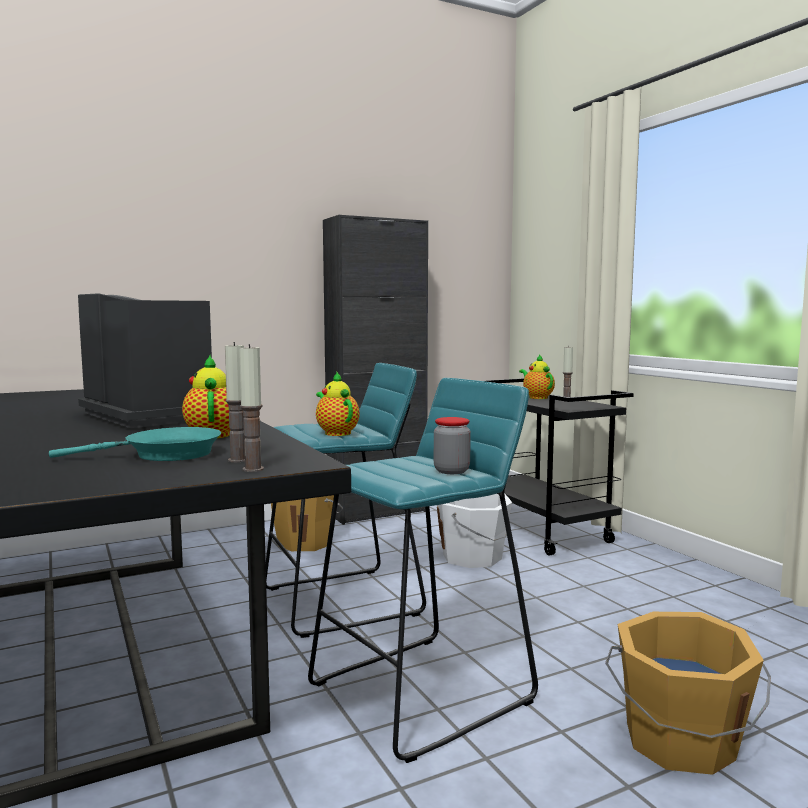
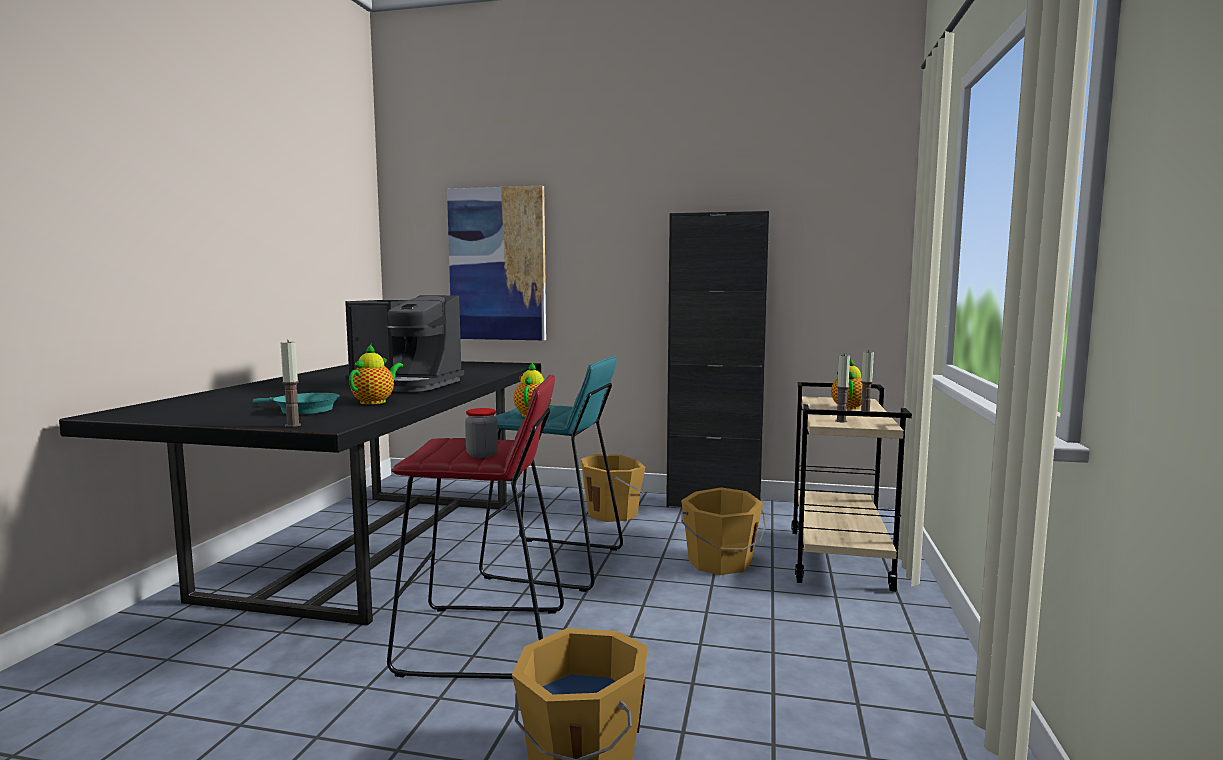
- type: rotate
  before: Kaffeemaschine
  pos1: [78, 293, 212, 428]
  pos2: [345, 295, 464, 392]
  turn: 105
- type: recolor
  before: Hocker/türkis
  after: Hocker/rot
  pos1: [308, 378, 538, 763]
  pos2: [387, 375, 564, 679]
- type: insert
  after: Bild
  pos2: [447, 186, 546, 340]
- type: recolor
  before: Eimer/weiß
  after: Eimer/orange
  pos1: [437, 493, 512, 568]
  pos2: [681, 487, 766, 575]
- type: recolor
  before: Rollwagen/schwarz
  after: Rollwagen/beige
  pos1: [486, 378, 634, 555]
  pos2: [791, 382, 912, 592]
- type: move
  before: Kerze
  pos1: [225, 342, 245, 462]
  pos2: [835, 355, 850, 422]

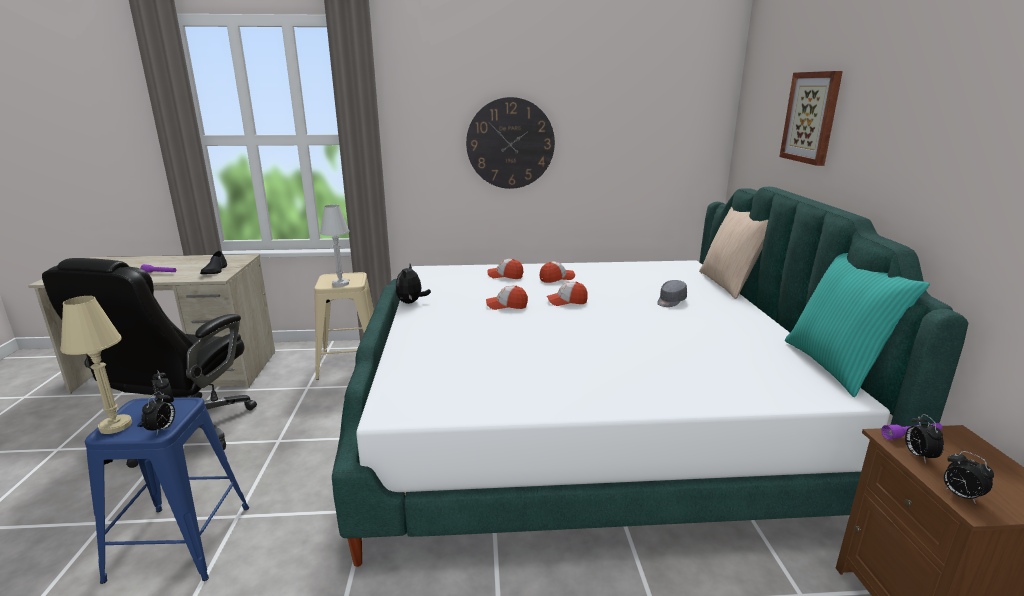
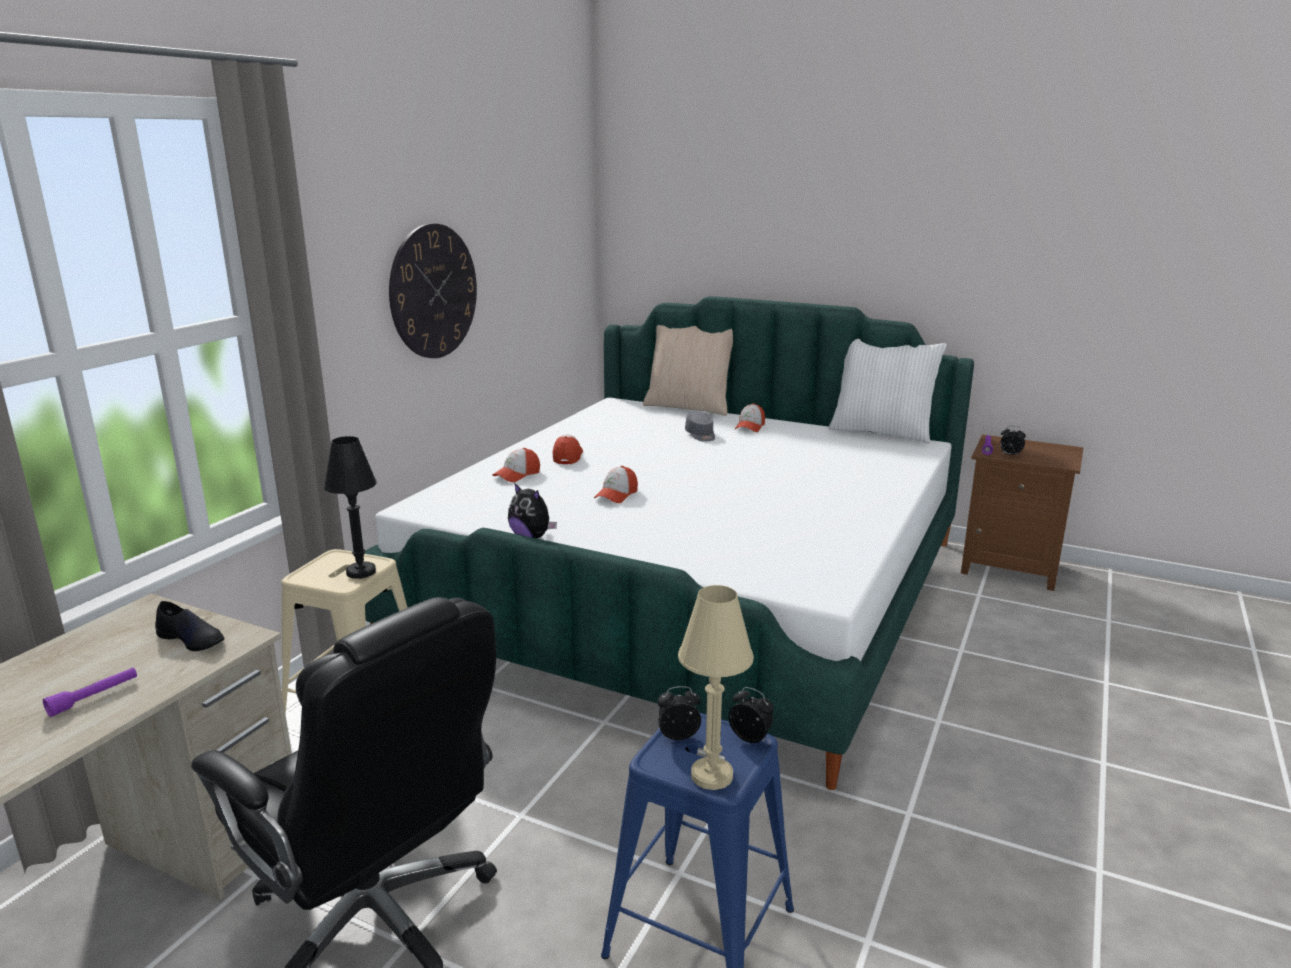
- type: recolor
  before: Tischlampe/weiß
  after: Tischlampe/schwarz
  pos1: [320, 205, 350, 287]
  pos2: [324, 436, 377, 579]
- type: move
  before: Kappe
  pos1: [547, 282, 588, 306]
  pos2: [735, 403, 765, 432]
- type: recolor
  before: Kissen/türkis
  after: Kissen/weiß
  pos1: [785, 253, 930, 397]
  pos2: [829, 339, 947, 444]
- type: delete
  before: Bild
  pos1: [779, 71, 843, 166]
- type: delete
  before: Wecker
  pos1: [944, 451, 994, 504]

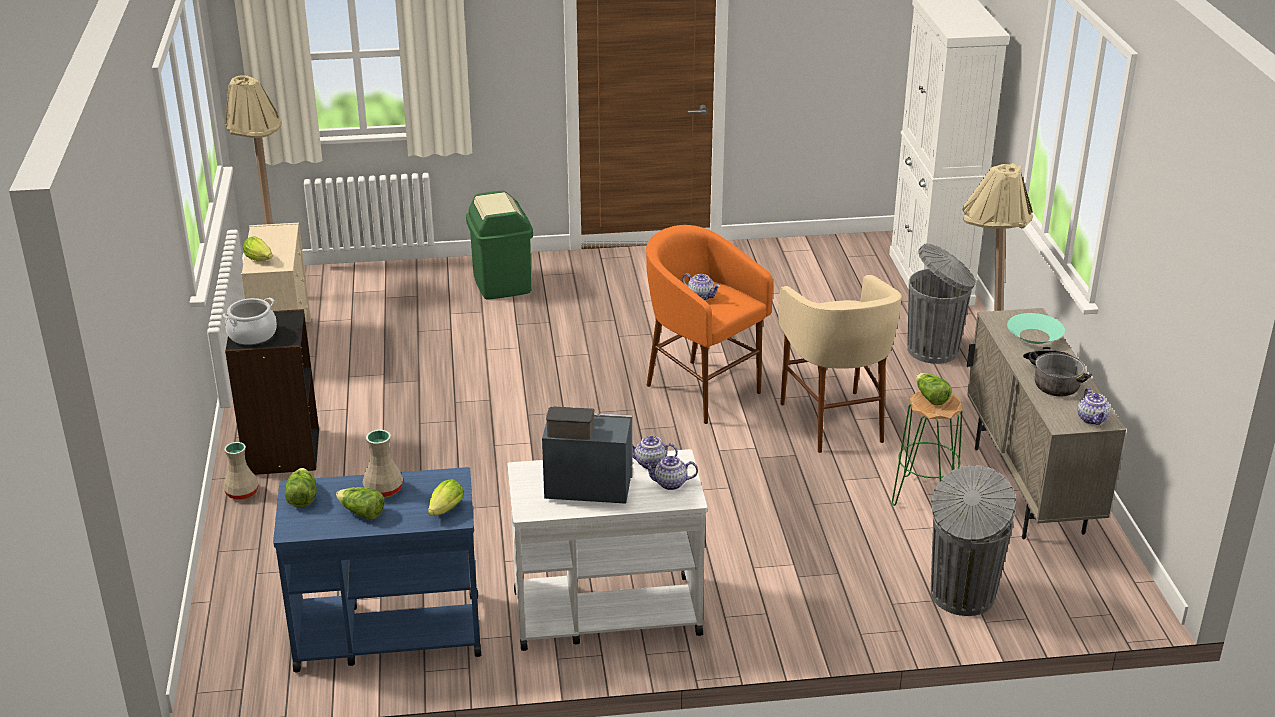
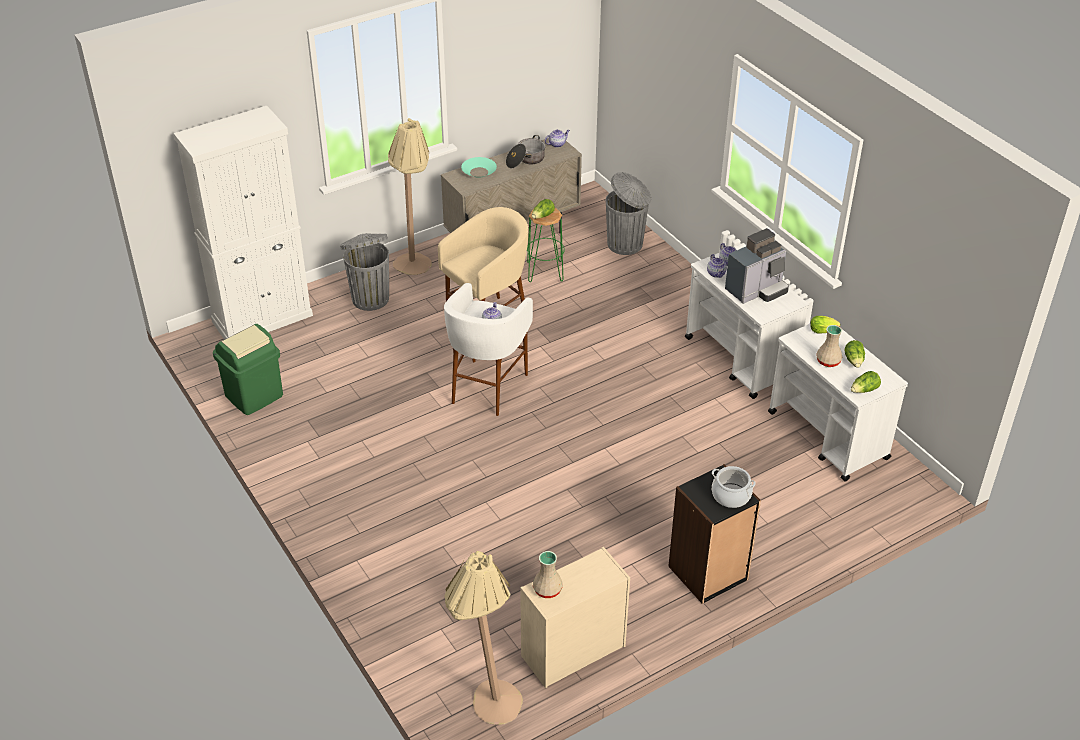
- type: move
  before: Mülleimer/grün
  pos1: [466, 191, 533, 300]
  pos2: [213, 324, 283, 415]
- type: recolor
  before: Hocker/orange
  after: Hocker/weiß
  pos1: [646, 225, 773, 424]
  pos2: [444, 283, 533, 416]
- type: move
  before: Vase/beige
  pos1: [223, 442, 259, 500]
  pos2: [533, 551, 563, 598]
- type: rotate
  before: Kaffeemaschine
  pos1: [542, 406, 633, 504]
  pos2: [725, 228, 789, 304]
  turn: -105
- type: recolor
  before: Rollwagen/blau
  after: Rollwagen/weiß
  pos1: [273, 467, 481, 672]
  pos2: [768, 324, 908, 482]
- type: delete
  before: Salatkopf
  pos1: [243, 236, 273, 262]

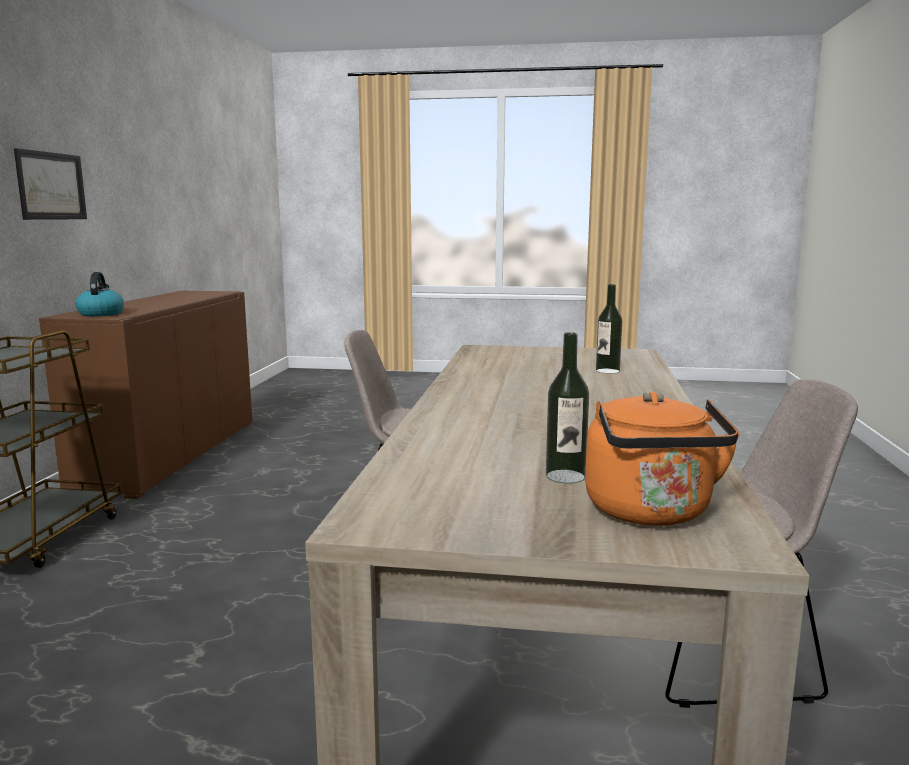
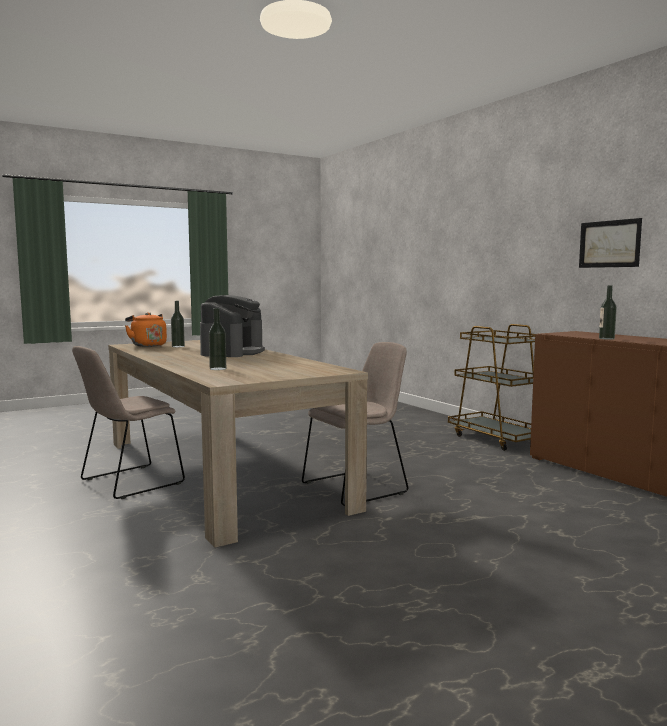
- type: insert
  after: Kaffeemaschine
  pos2: [200, 295, 265, 357]
- type: insert
  after: Flasche
  pos2: [599, 286, 617, 340]
- type: delete
  before: Wasserkessel
  pos1: [75, 272, 124, 316]

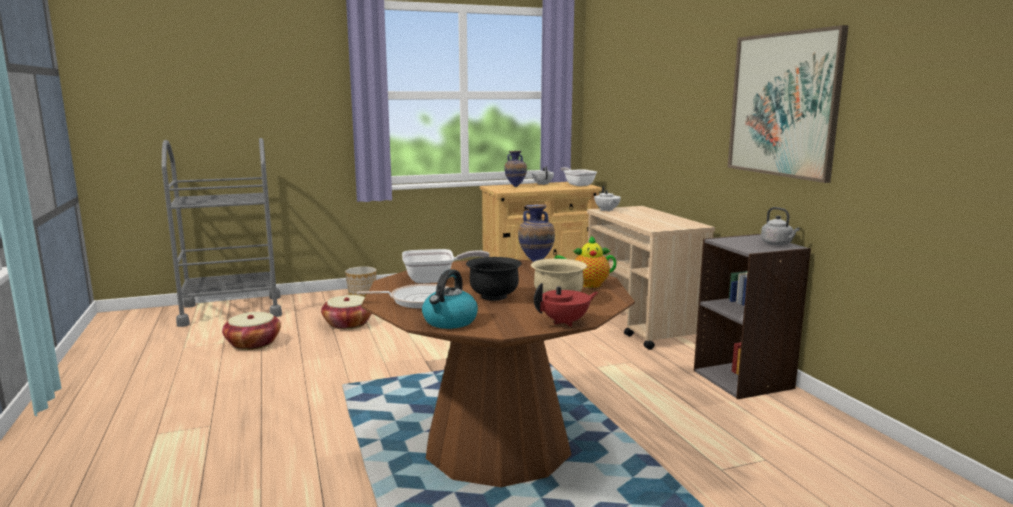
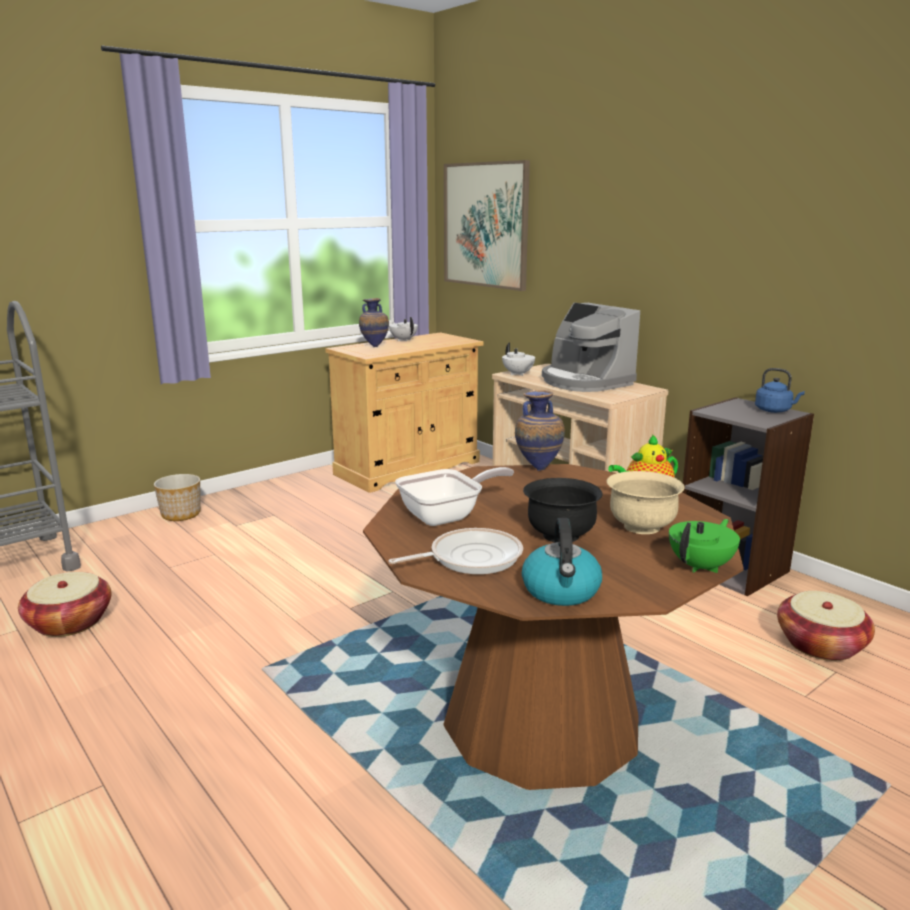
- type: move
  before: Bild
  pos1: [727, 25, 849, 183]
  pos2: [444, 160, 530, 291]
- type: insert
  after: Kaffeemaschine
  pos2: [542, 303, 640, 392]
- type: recolor
  before: Teekanne/rot
  after: Teekanne/grün
  pos1: [534, 283, 598, 327]
  pos2: [669, 519, 740, 573]
- type: recolor
  before: Wasserkessel/grau
  after: Wasserkessel/blau
  pos1: [761, 207, 800, 245]
  pos2: [755, 368, 805, 413]
- type: move
  before: Korb
  pos1: [321, 295, 372, 329]
  pos2: [777, 591, 875, 661]
- type: delete
  before: Pfanne
  pos1: [561, 167, 597, 186]

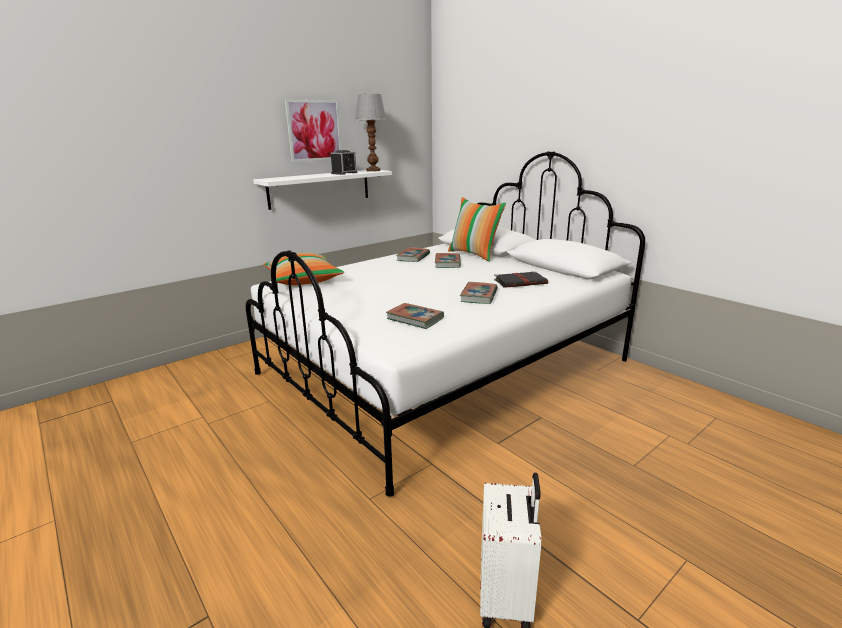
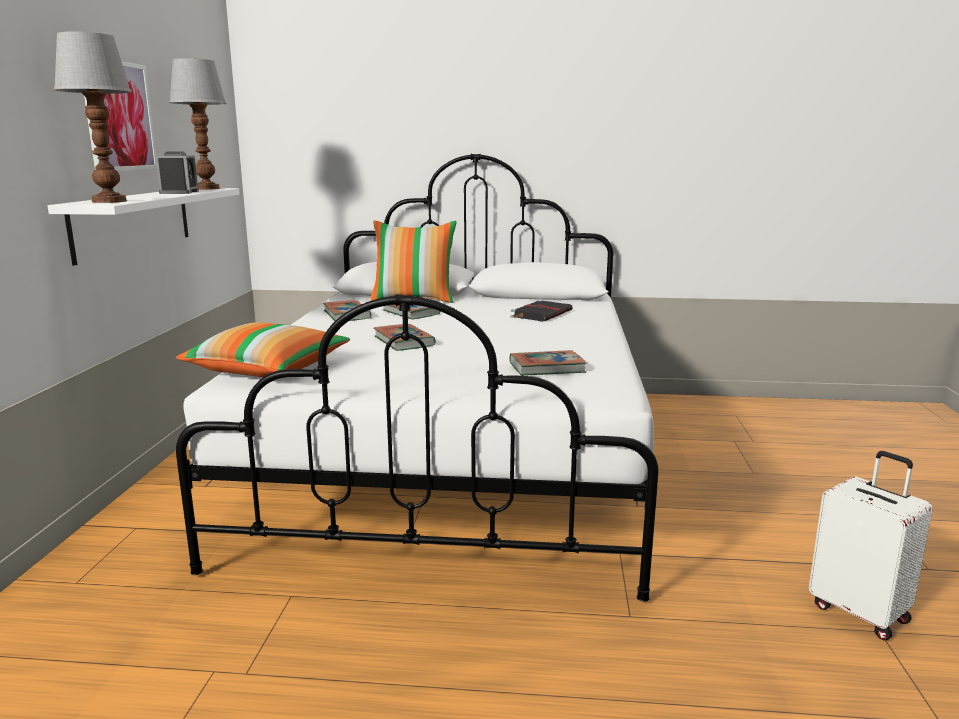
- type: insert
  after: Tischlampe
  pos2: [54, 31, 132, 203]
- type: move
  before: Buch
  pos1: [460, 282, 498, 304]
  pos2: [373, 324, 436, 351]

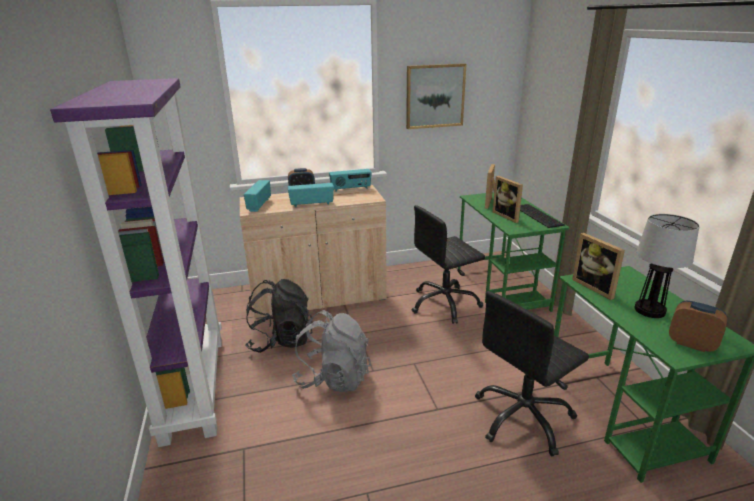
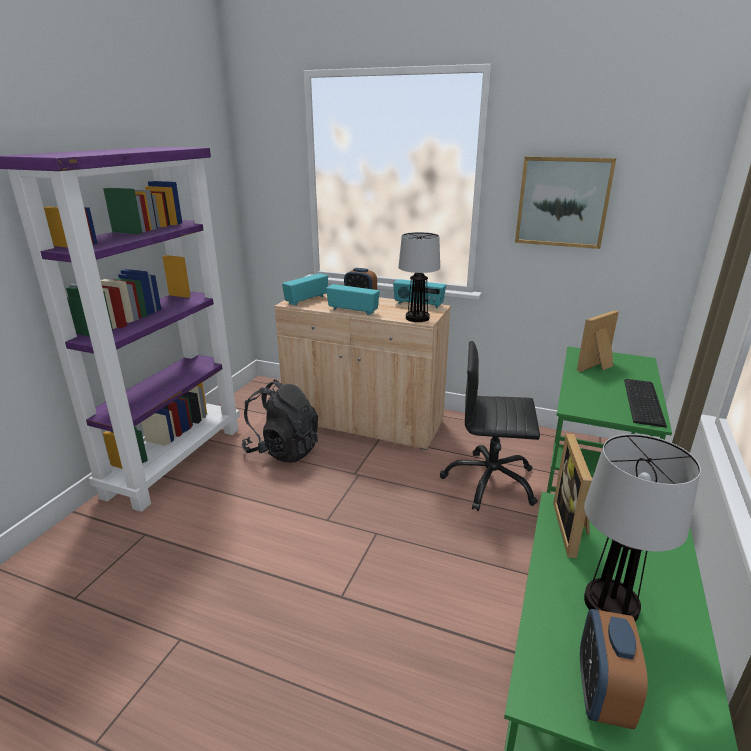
- type: insert
  after: Tischlampe
  pos2: [398, 232, 440, 322]
- type: rotate
  before: Wecker
  pos1: [669, 300, 728, 352]
  pos2: [580, 609, 648, 729]
  turn: -150
- type: delete
  before: Rucksack/grau
  pos1: [292, 310, 371, 392]
- type: delete
  before: Bürostuhl/schwarz
  pos1: [475, 291, 589, 457]
- type: delete
  before: Bilderrahmen
  pos1: [493, 176, 523, 223]

